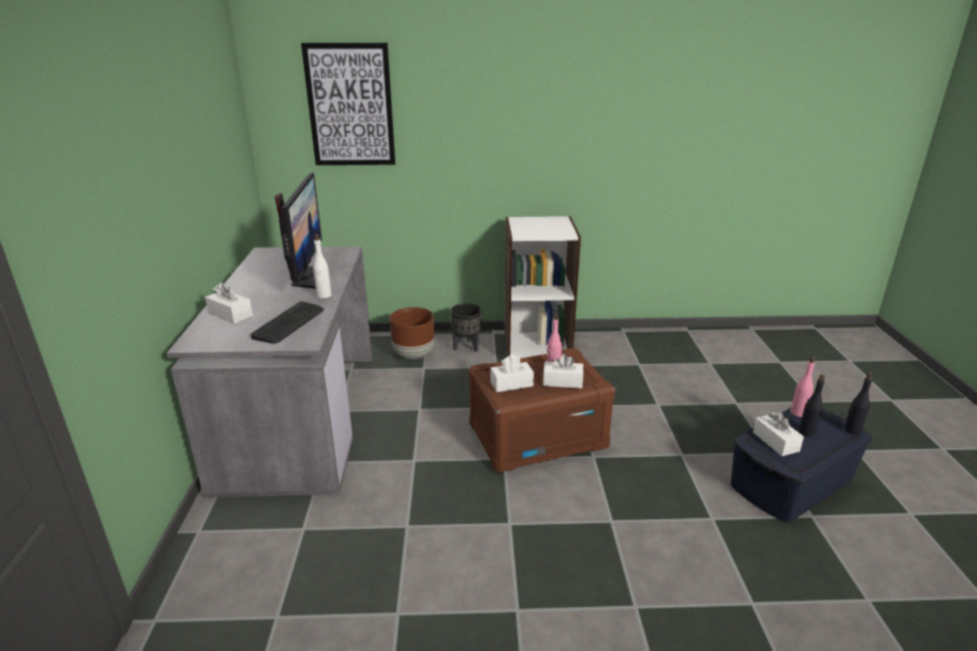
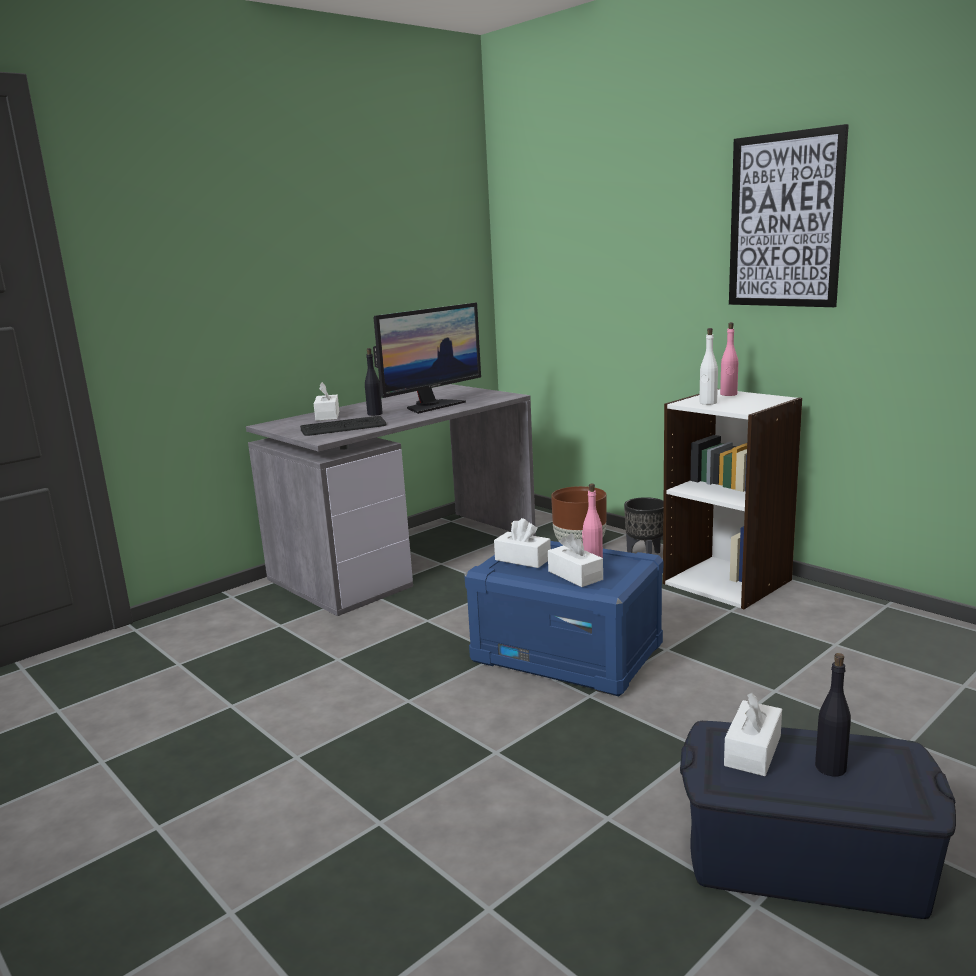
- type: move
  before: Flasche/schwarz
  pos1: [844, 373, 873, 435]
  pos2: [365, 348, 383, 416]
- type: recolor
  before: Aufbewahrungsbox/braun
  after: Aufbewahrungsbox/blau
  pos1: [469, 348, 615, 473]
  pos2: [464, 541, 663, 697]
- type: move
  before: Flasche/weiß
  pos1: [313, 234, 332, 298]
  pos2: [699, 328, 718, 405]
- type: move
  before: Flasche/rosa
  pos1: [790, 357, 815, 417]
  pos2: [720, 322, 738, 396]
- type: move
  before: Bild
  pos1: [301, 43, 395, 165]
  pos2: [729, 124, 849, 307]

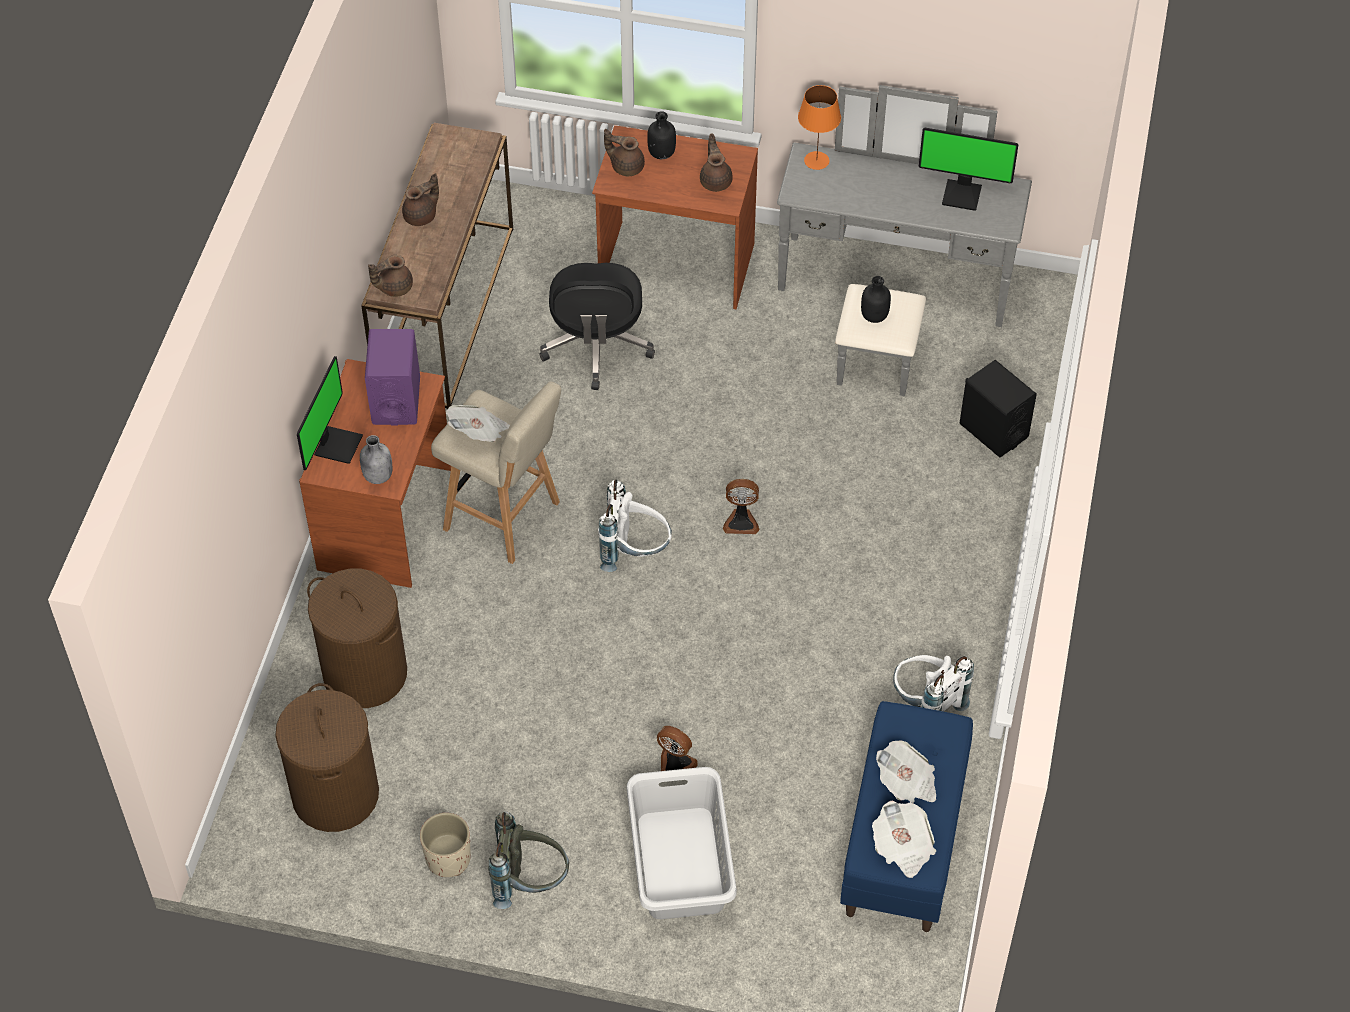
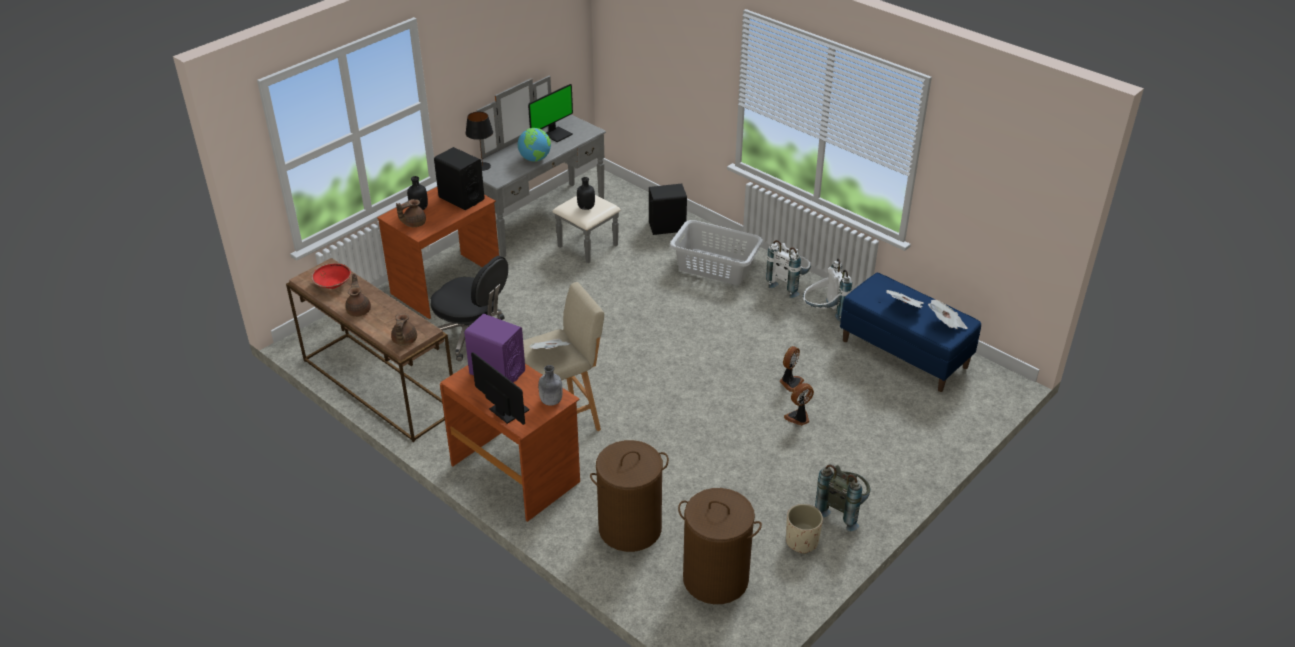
- type: insert
  after: Schüssel/rot
  pos2: [311, 263, 351, 289]
- type: replace
  before: Teekanne/braun
  after: Lautsprecher/schwarz
  pos1: [700, 133, 733, 192]
  pos2: [434, 147, 485, 210]
- type: recolor
  before: Tischlampe/orange
  after: Tischlampe/schwarz
  pos1: [798, 85, 841, 170]
  pos2: [465, 112, 493, 171]
- type: insert
  after: Globus
  pos2: [518, 128, 551, 162]
- type: move
  before: Wäschekorb/grau
  pos1: [626, 767, 737, 919]
  pos2: [669, 220, 763, 285]
- type: move
  before: Rucksack/weiß
  pos1: [598, 479, 672, 572]
  pos2: [766, 240, 811, 298]
- type: move
  before: Ventilator
  pos1: [723, 479, 759, 534]
  pos2: [779, 346, 804, 392]

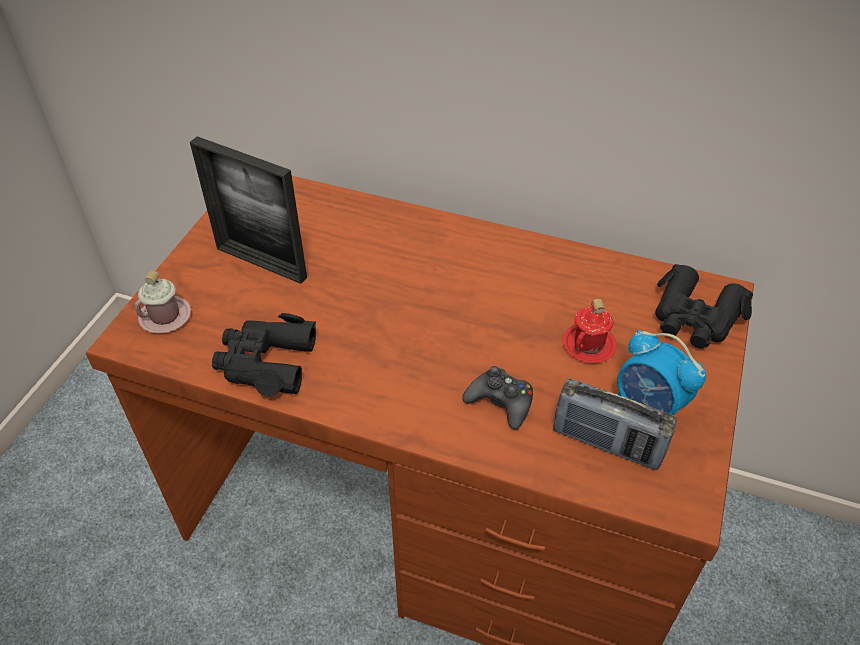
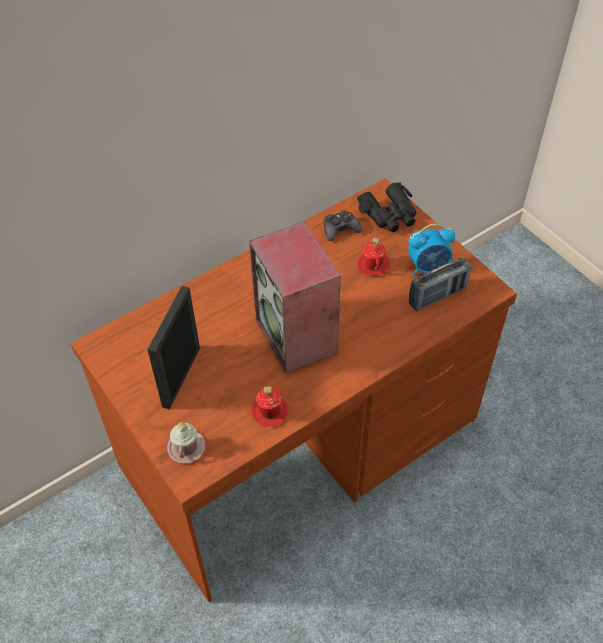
- type: rotate
  before: Bilderrahmen
  pos1: [190, 136, 307, 284]
  pos2: [147, 286, 200, 410]
  turn: 135
- type: insert
  after: Lautsprecher
  pos2: [249, 222, 341, 373]
- type: replace
  before: Fernglas/schwarz
  after: Henkelbecher/rot
  pos1: [212, 313, 316, 397]
  pos2: [251, 387, 289, 427]
- type: move
  before: Gamepad/schwarz
  pos1: [462, 366, 533, 430]
  pos2: [324, 211, 362, 241]

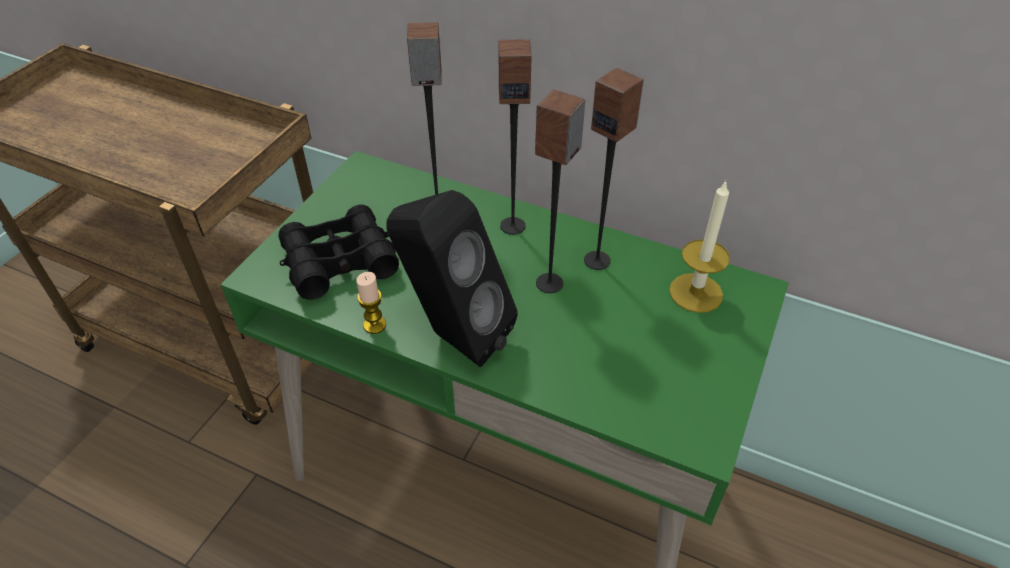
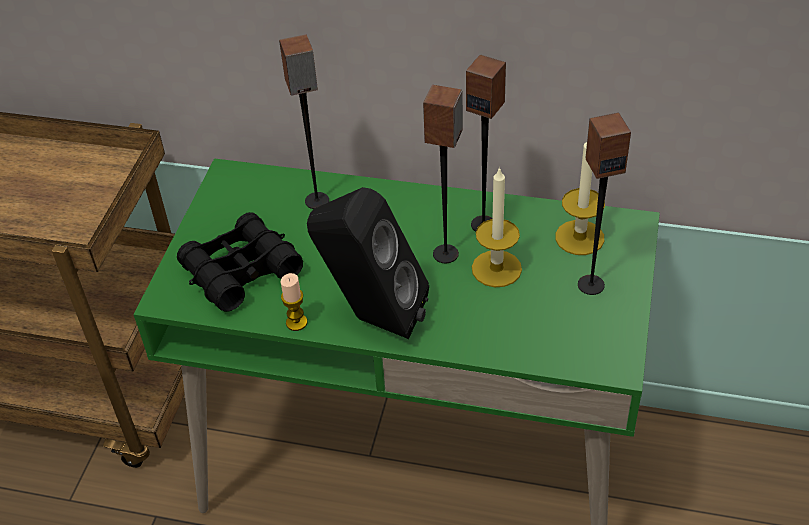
- type: insert
  after: Kerze
  pos2: [472, 166, 522, 287]
- type: move
  before: Lautsprecher
  pos1: [498, 39, 532, 235]
  pos2: [578, 112, 631, 295]

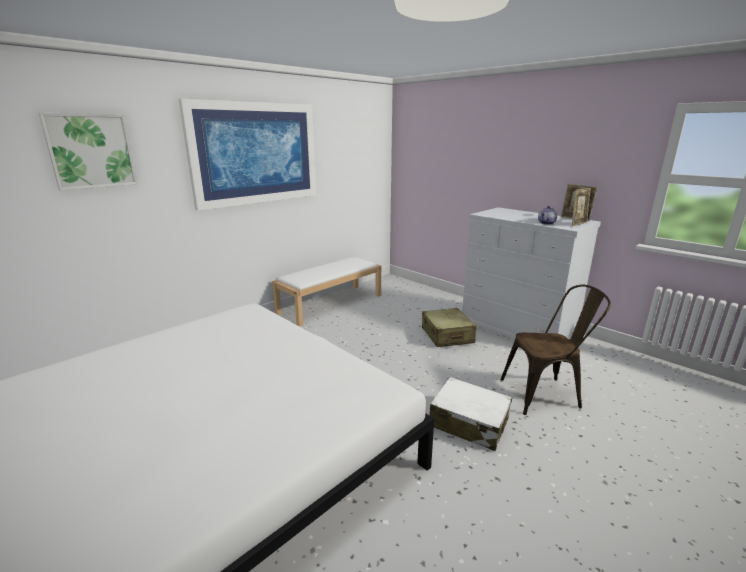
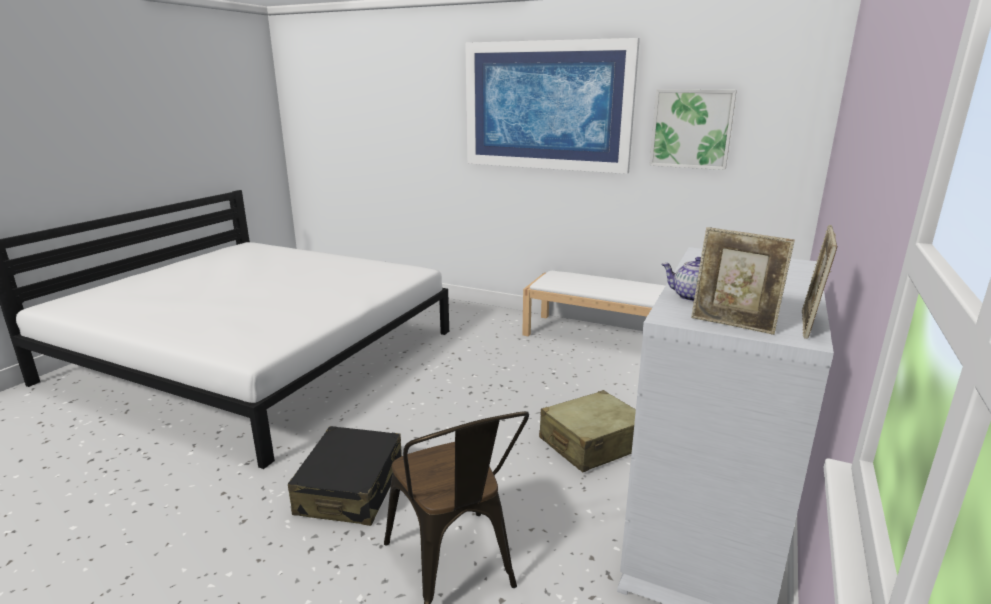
- type: recolor
  before: Koffer/weiß
  after: Koffer/schwarz
  pos1: [429, 377, 512, 451]
  pos2: [288, 426, 402, 526]
- type: move
  before: Bild
  pos1: [39, 113, 138, 191]
  pos2: [649, 89, 737, 170]

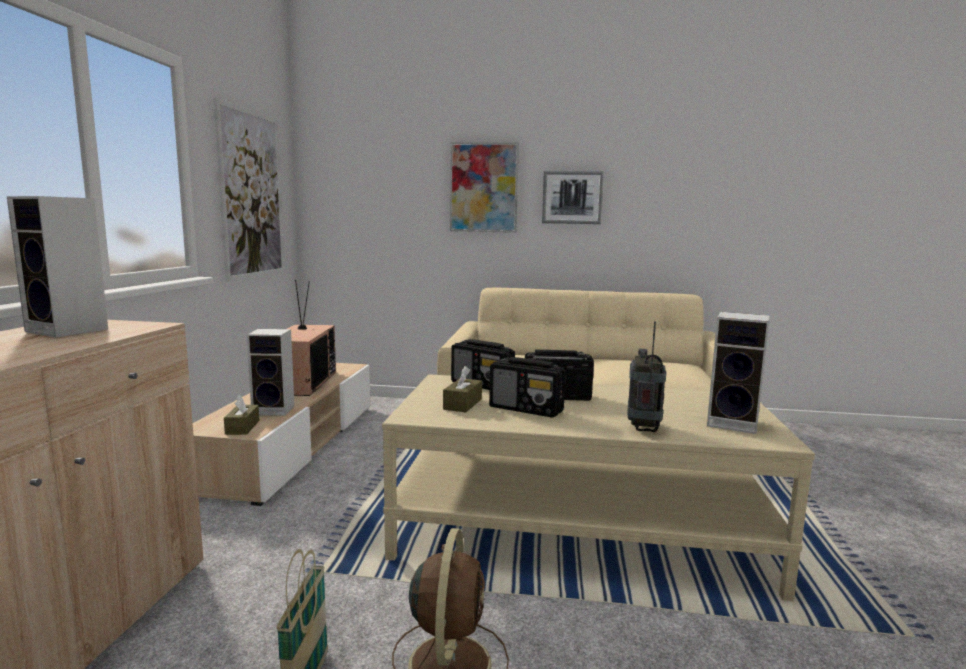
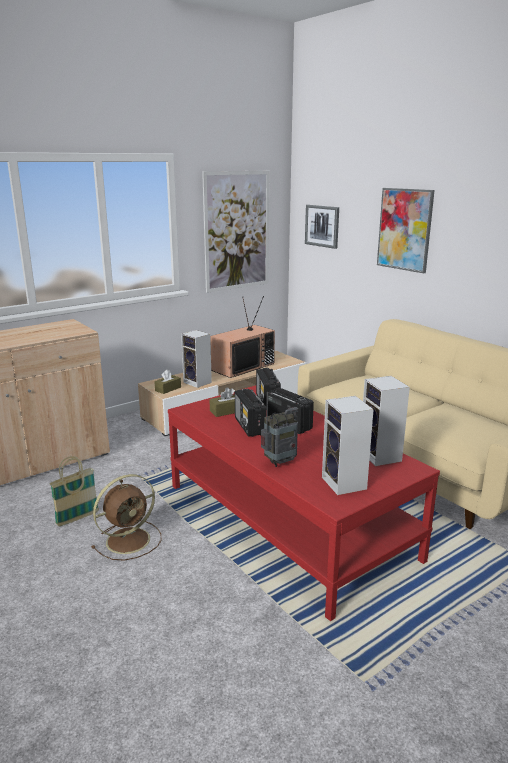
- type: recolor
  before: Couchtisch/beige
  after: Couchtisch/rot
  pos1: [382, 374, 815, 602]
  pos2: [168, 386, 440, 621]
- type: move
  before: Bild
  pos1: [542, 171, 604, 224]
  pos2: [305, 205, 339, 249]
- type: move
  before: Lautsprecher
  pos1: [7, 196, 108, 338]
  pos2: [363, 376, 410, 466]

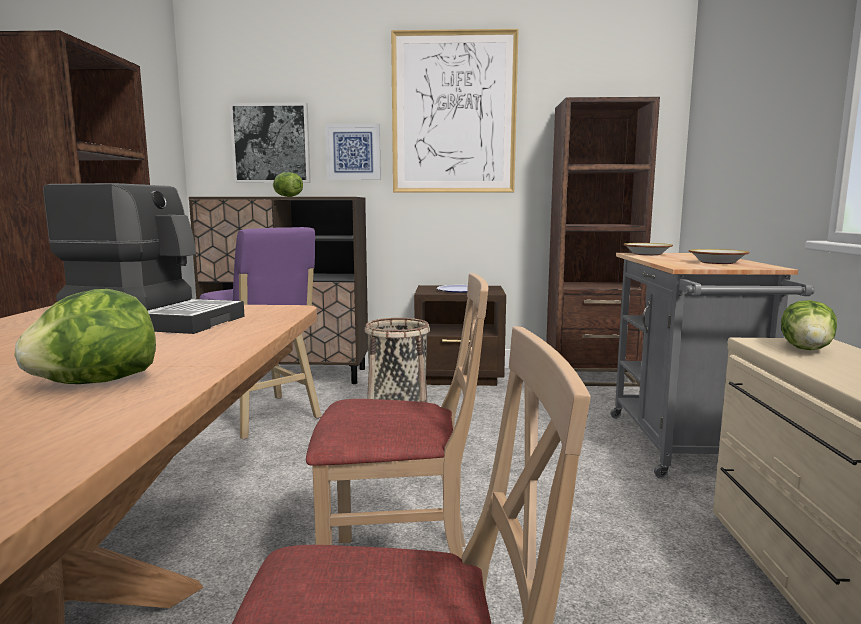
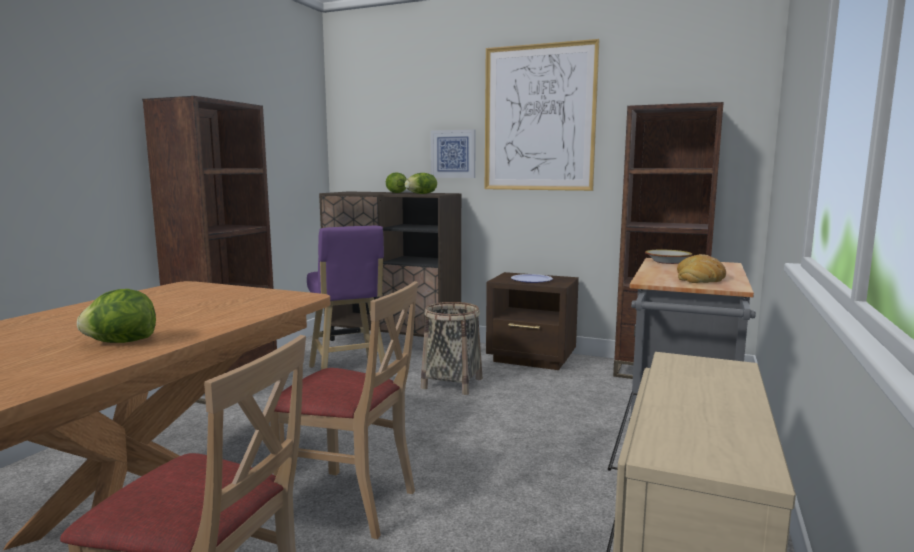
- type: move
  before: Salatkopf
  pos1: [781, 300, 837, 350]
  pos2: [405, 173, 437, 194]
- type: replace
  before: Schüssel
  after: Brot
  pos1: [689, 249, 749, 264]
  pos2: [677, 254, 726, 283]
- type: delete
  before: Kaffeemaschine
  pos1: [43, 183, 245, 334]
- type: delete
  before: Bild
  pos1: [229, 102, 311, 183]

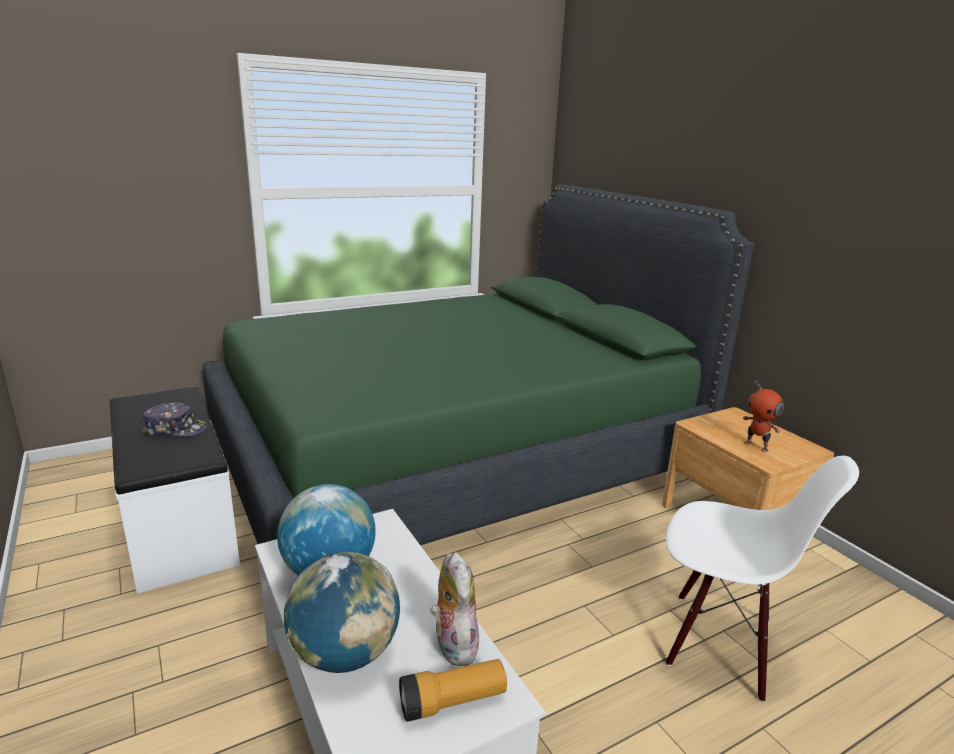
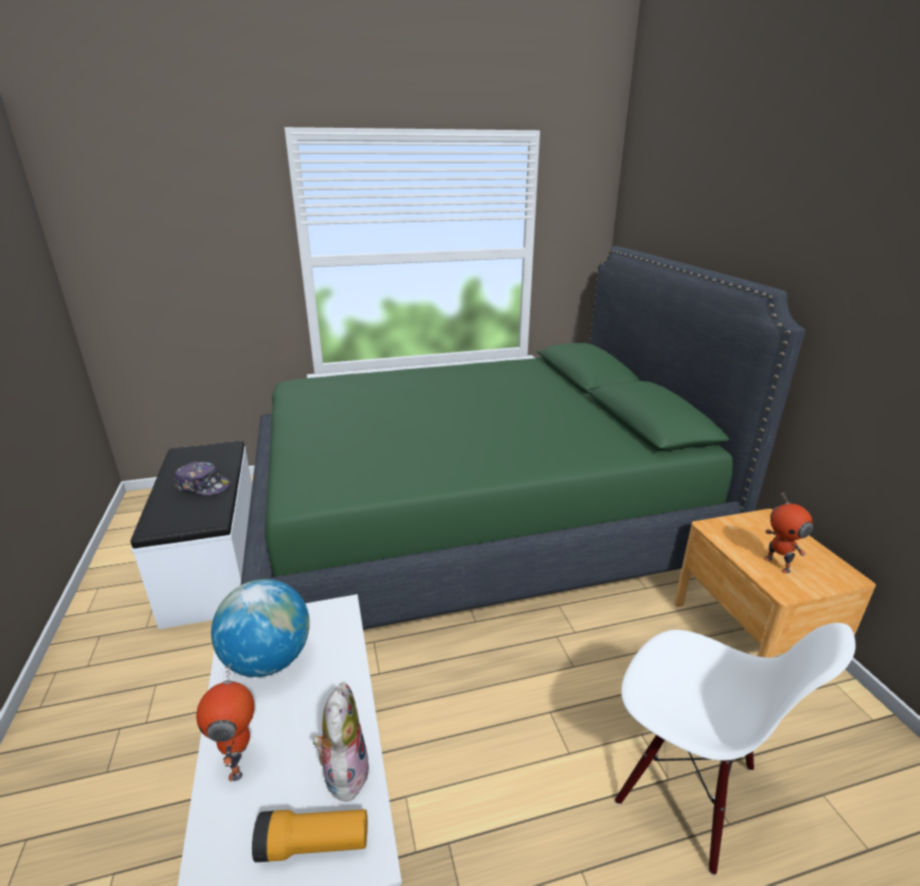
- type: replace
  before: Globus
  after: Spielzeugroboter
  pos1: [284, 551, 400, 673]
  pos2: [196, 663, 255, 781]

